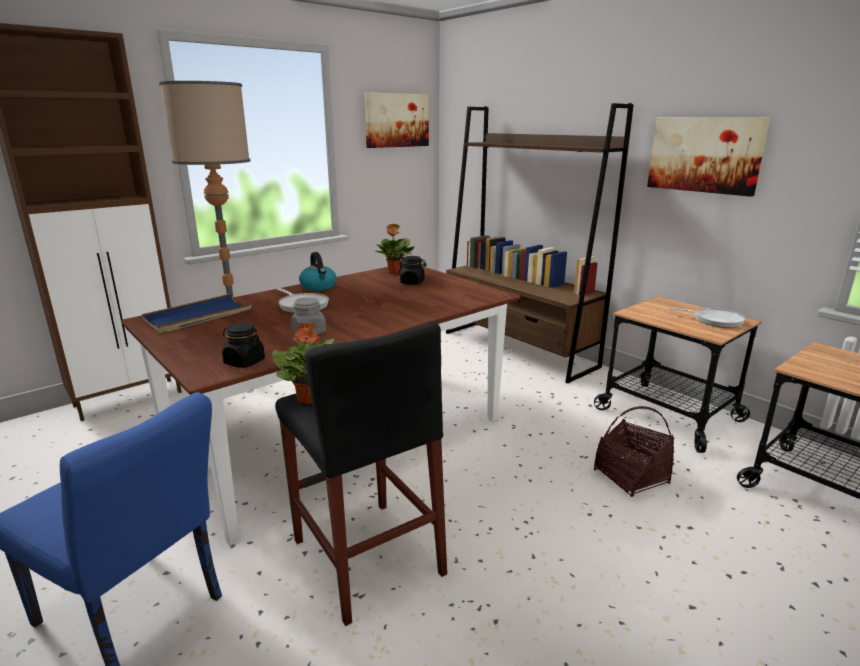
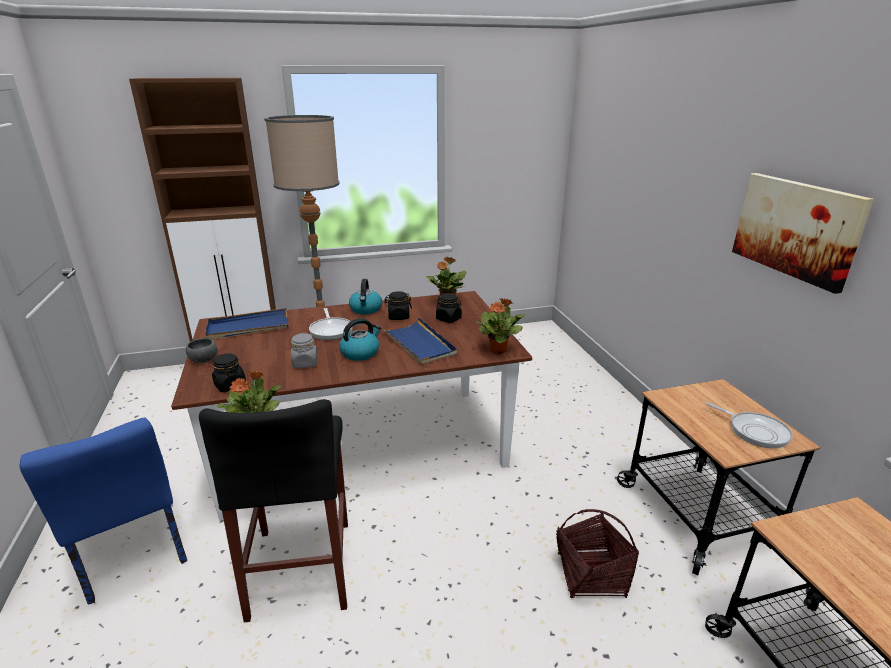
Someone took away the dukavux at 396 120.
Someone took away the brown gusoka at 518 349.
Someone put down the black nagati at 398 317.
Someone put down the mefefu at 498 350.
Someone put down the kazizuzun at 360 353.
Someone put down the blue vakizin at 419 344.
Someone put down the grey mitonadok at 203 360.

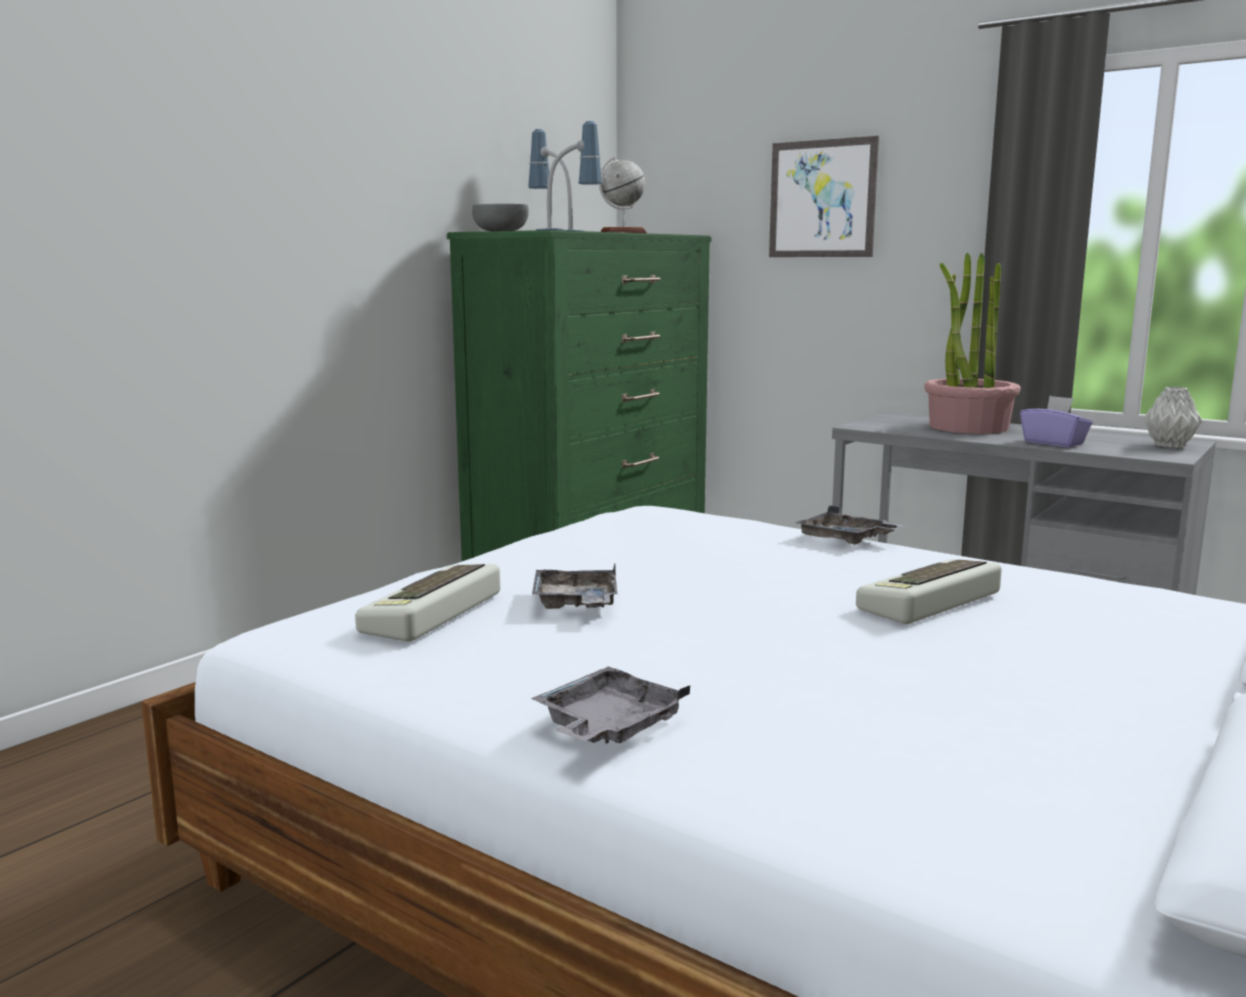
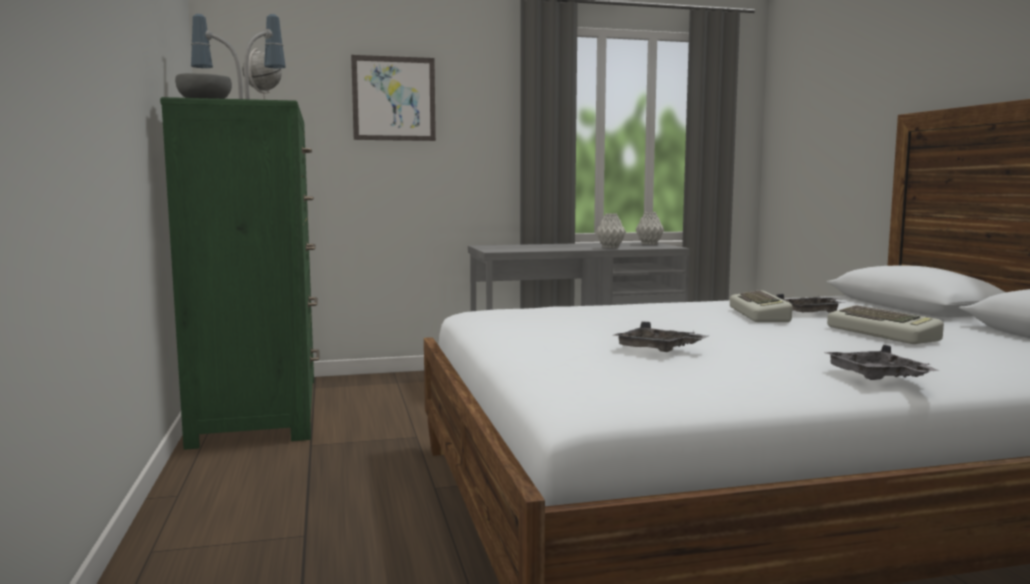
Someone took away the mefefu at 968 427.
Someone swapped the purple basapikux at 1053 443 for the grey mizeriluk at 609 247.
Someone carried the grey vakizin from 845 539 to 811 312.
Someone carried the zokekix from 435 614 to 884 333.

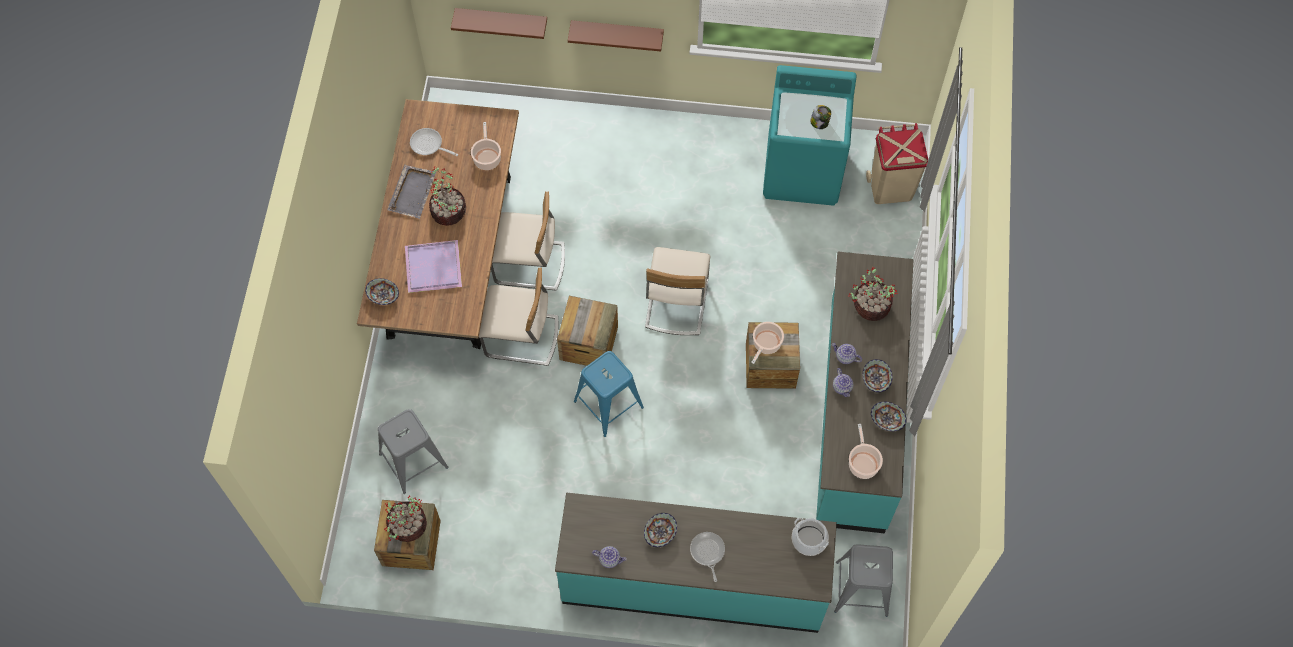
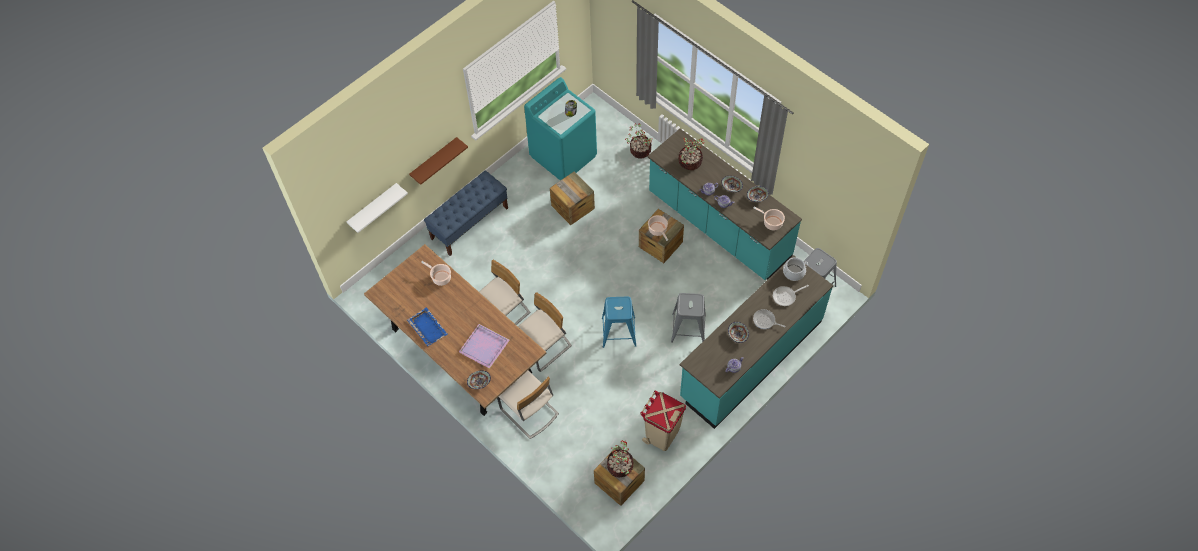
Someone repainted the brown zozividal at 502 21, which became the white zozividal at 373 207.
Someone carried the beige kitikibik from 890 188 to 661 434.
Someone carried the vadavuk from 429 145 to 786 296.
Someone repainted the grey vakizin at 412 192, which became the blue vakizin at 427 327.
Someone carried the mefefu from 448 211 to 639 150.
Someone carried the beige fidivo from 676 303 to 529 412.
Someone carried the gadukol from 588 343 to 573 207.
Someone carried the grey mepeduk from 413 460 to 688 328.
Someone put down the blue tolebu at 469 223.

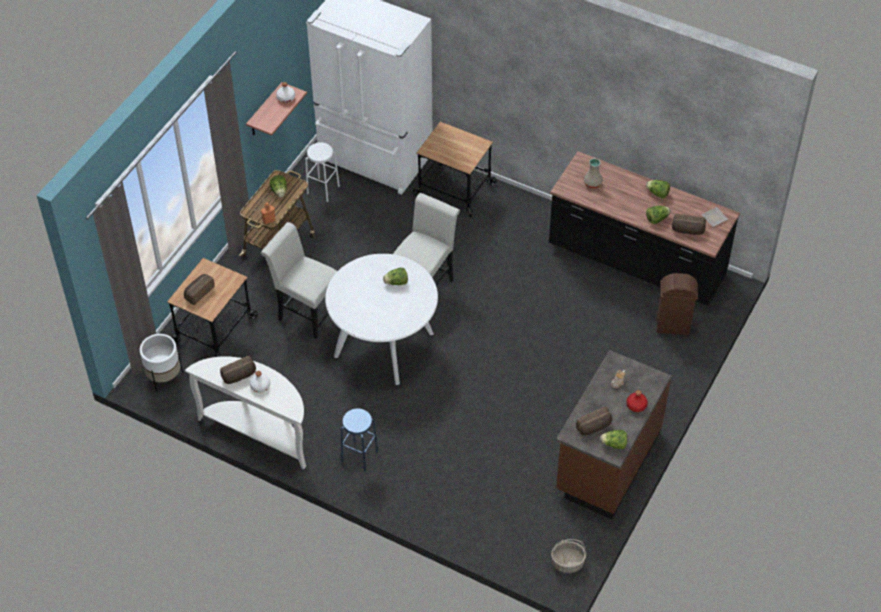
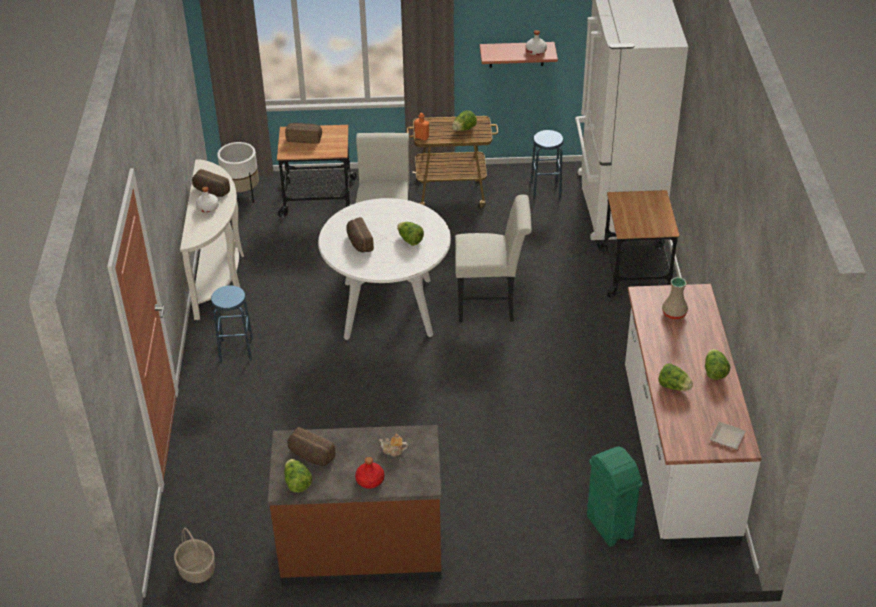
Someone repainted the white mepeduk at 323 189, which became the blue mepeduk at 545 190.
Someone repainted the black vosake at 636 262, which became the white vosake at 676 454.
Someone carried the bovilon from 687 230 to 358 242.
Someone repainted the brown kitikibik at 673 326, which became the green kitikibik at 609 527.

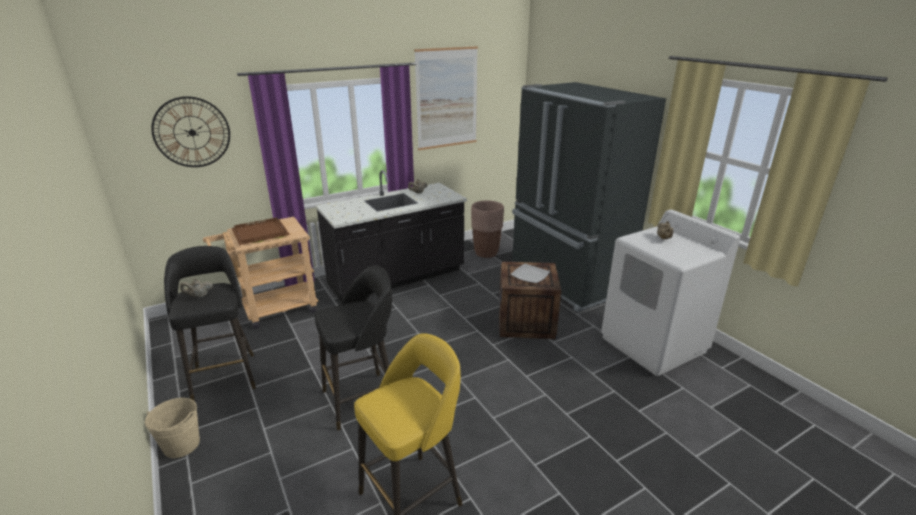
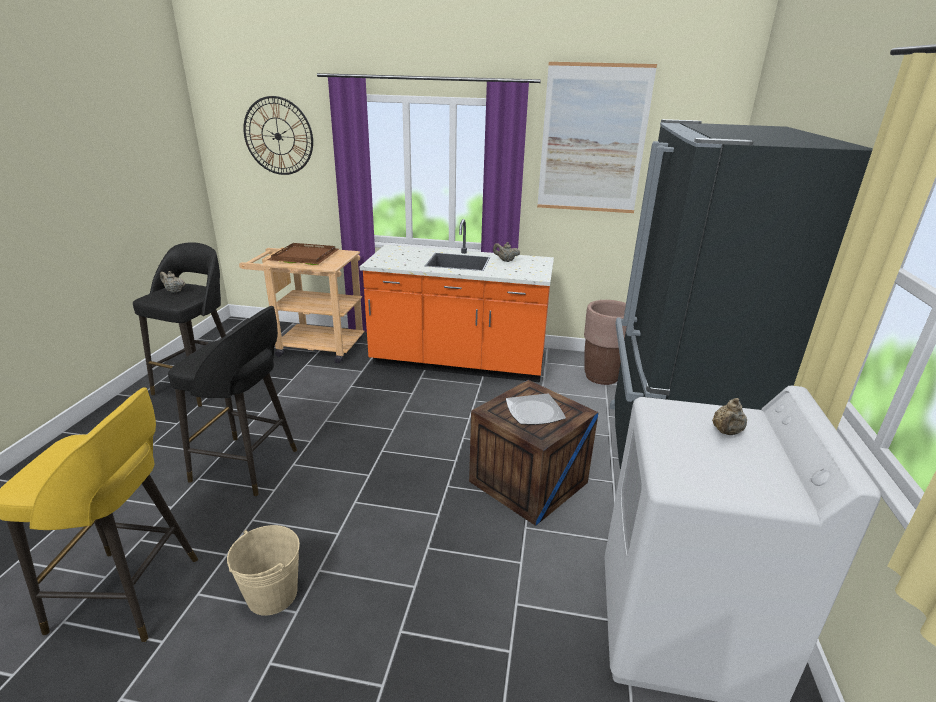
Someone repainted the black vosake at 397 278, which became the orange vosake at 458 363.
Someone carried the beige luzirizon from 181 445 to 272 594.

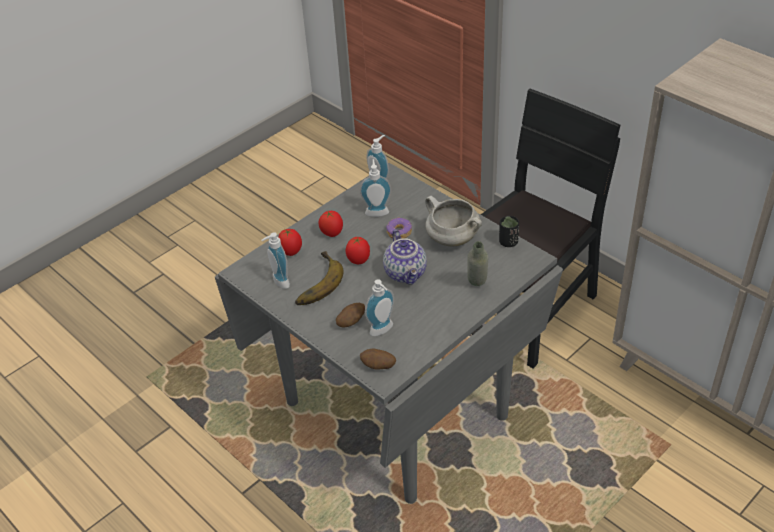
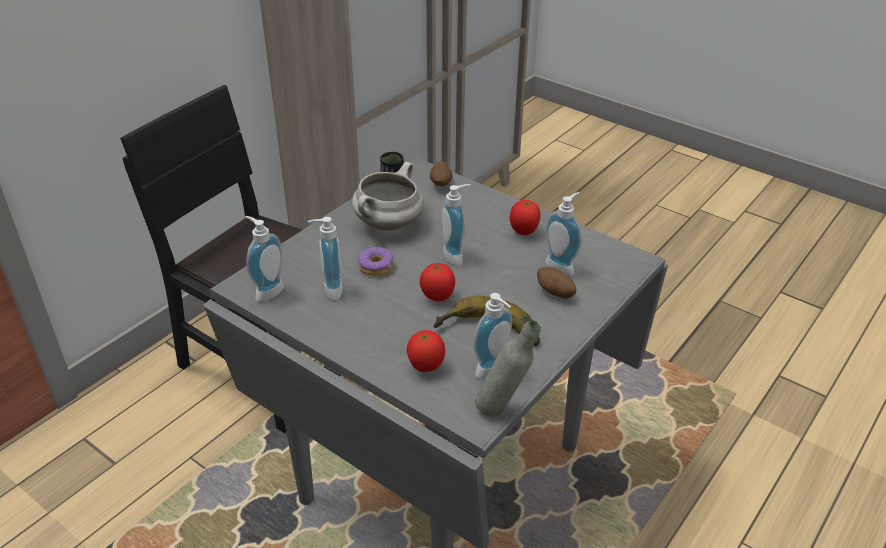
Someone carried the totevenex from 332 234 to 523 232.
Someone swapped the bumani at 406 273 for the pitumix at 456 255.
Someone carried the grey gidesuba from 477 288 to 503 409.
Someone carried the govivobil from 378 366 to 441 184.

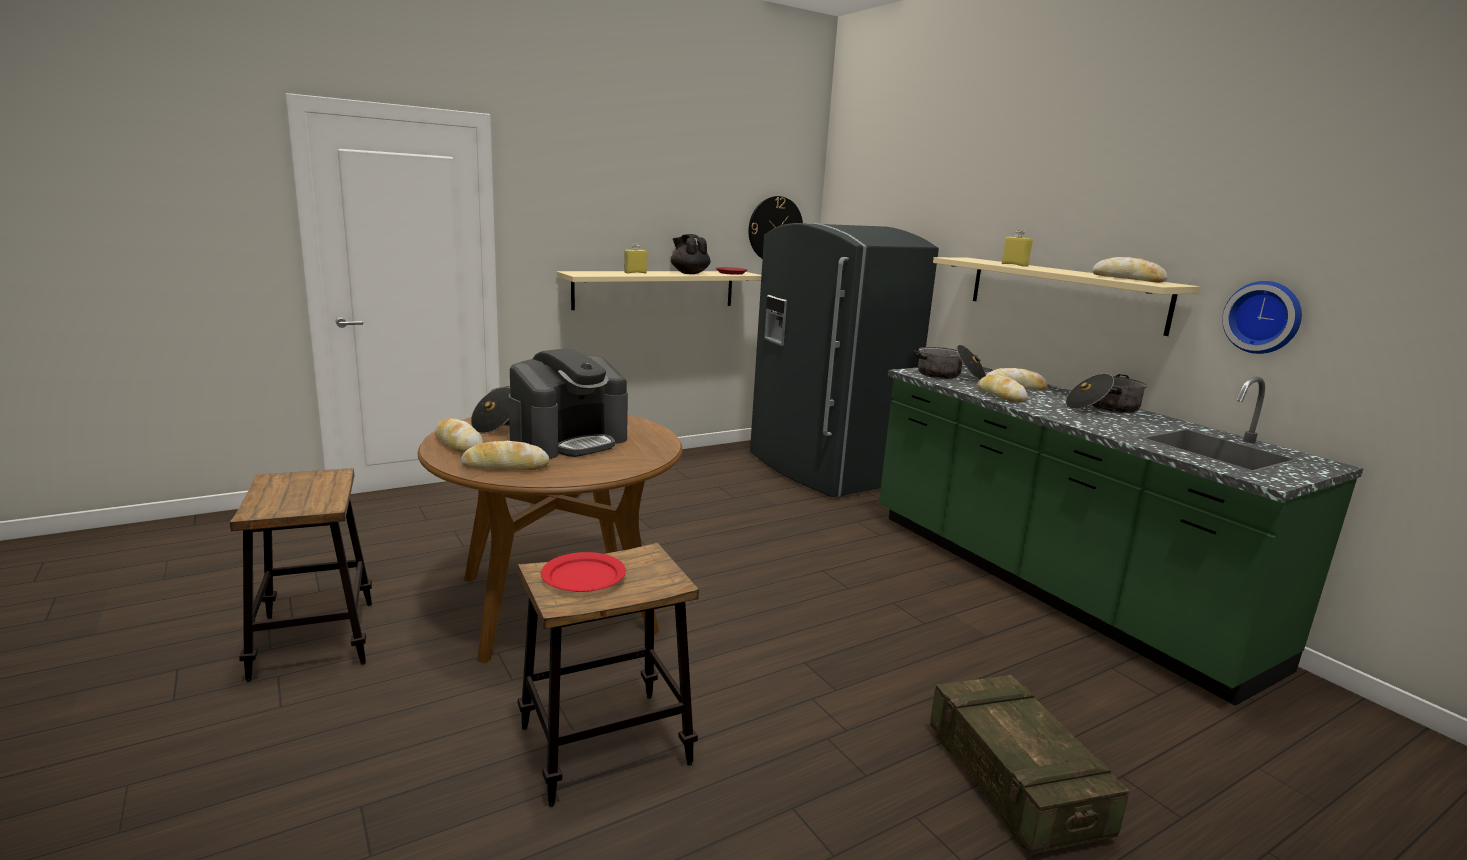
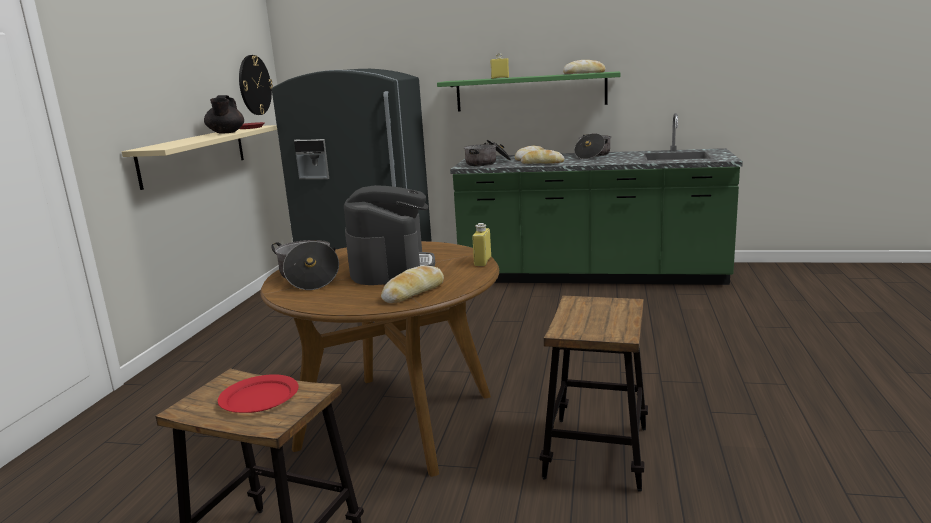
Someone rotated the black bumani at 689 273 by 105 degrees counterclockwise.
Someone carried the yellow gidesuba from 635 273 to 482 261.
Someone repainted the beige zozividal at 1063 293, which became the green zozividal at 530 92.
Someone took away the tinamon at 1264 317.
Someone took away the bovilon at 458 444.
Someone carried the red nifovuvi from 583 576 to 259 397.
Someone took away the gadukol at 1013 783.

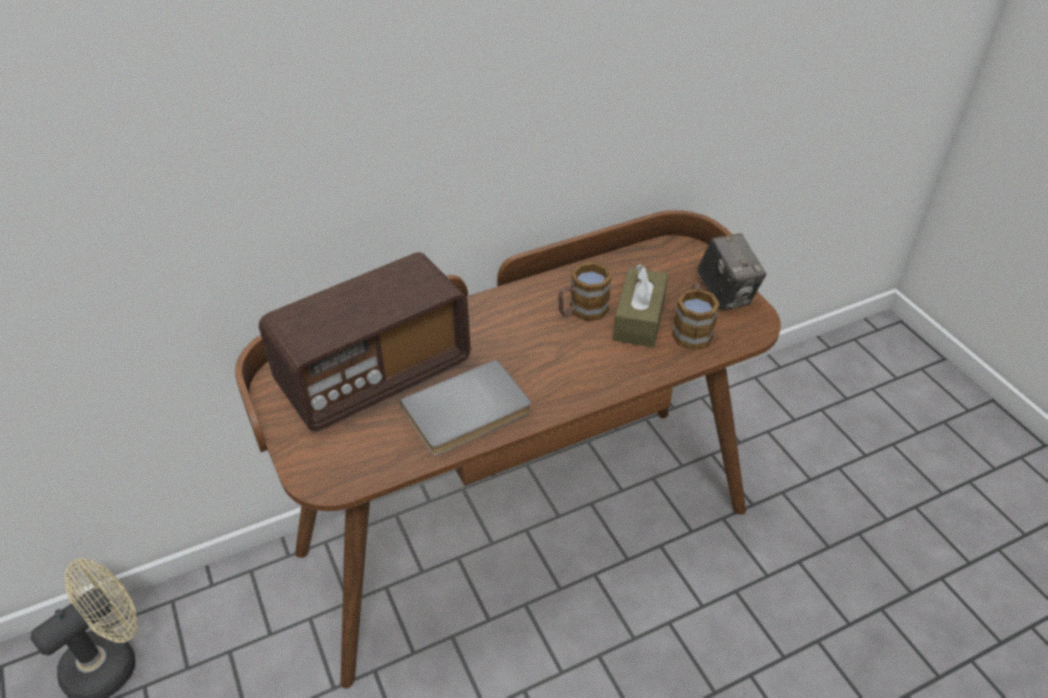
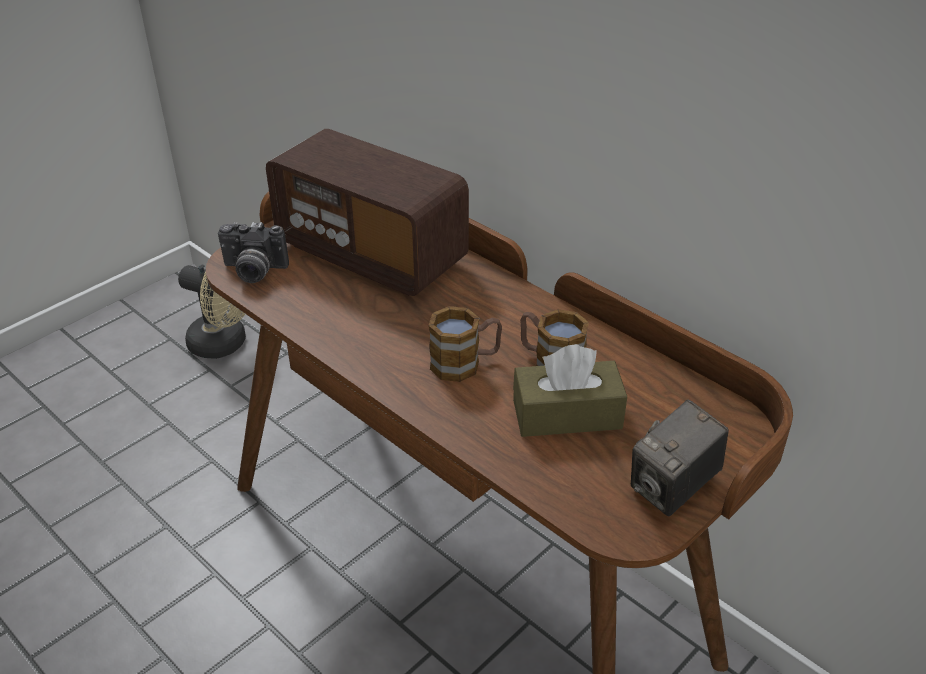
Someone carried the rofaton from 692 330 to 465 363.
Someone took away the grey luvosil at 468 413.
Someone put down the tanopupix at 253 271.

